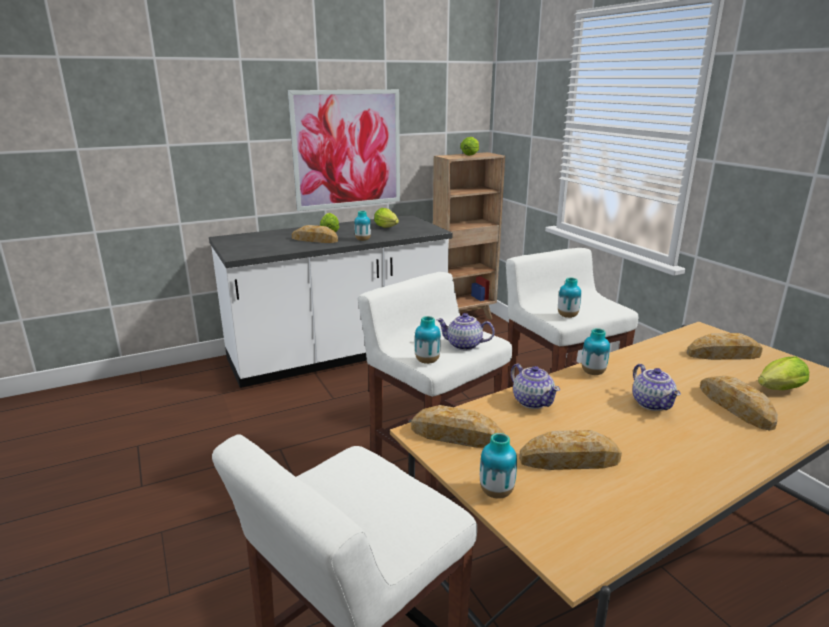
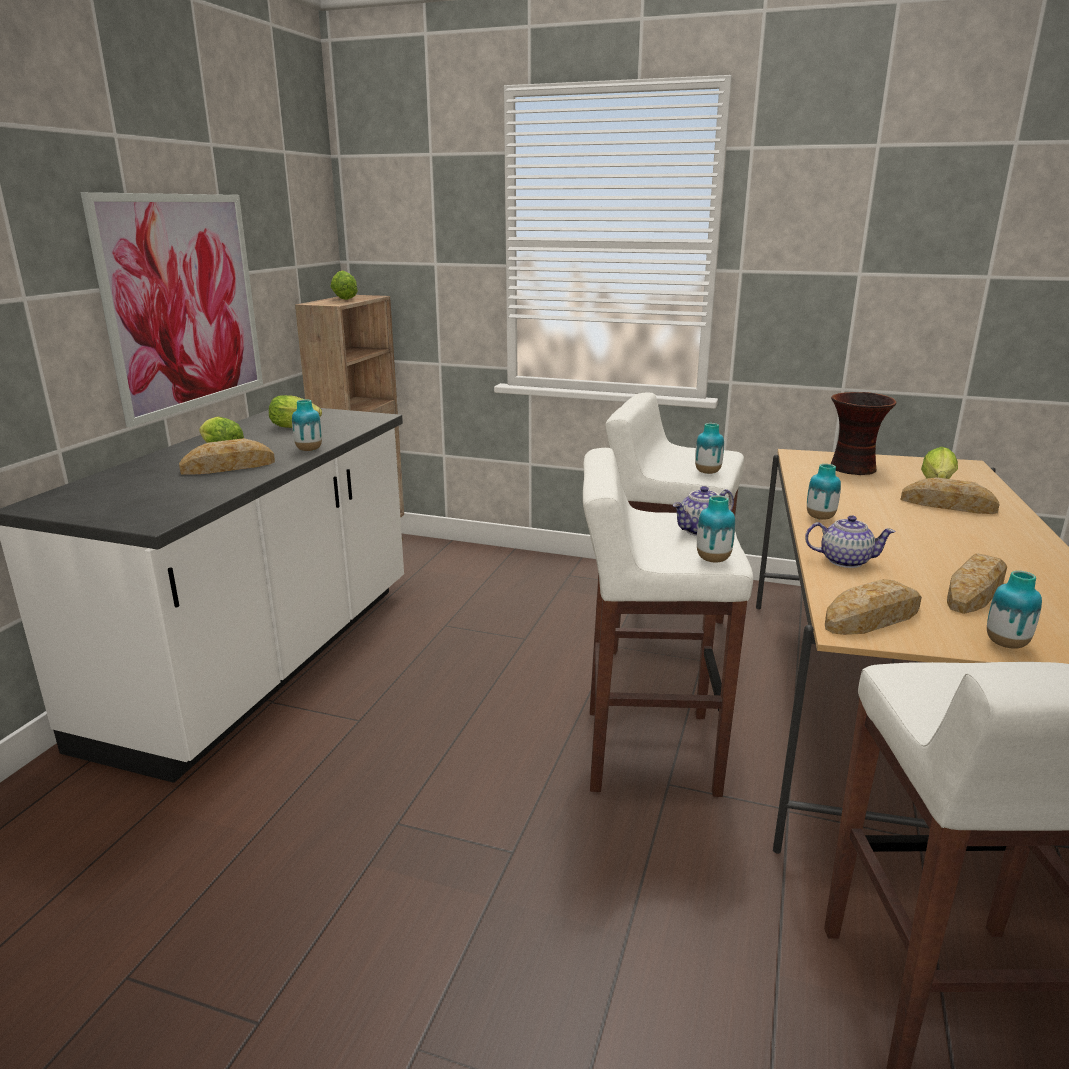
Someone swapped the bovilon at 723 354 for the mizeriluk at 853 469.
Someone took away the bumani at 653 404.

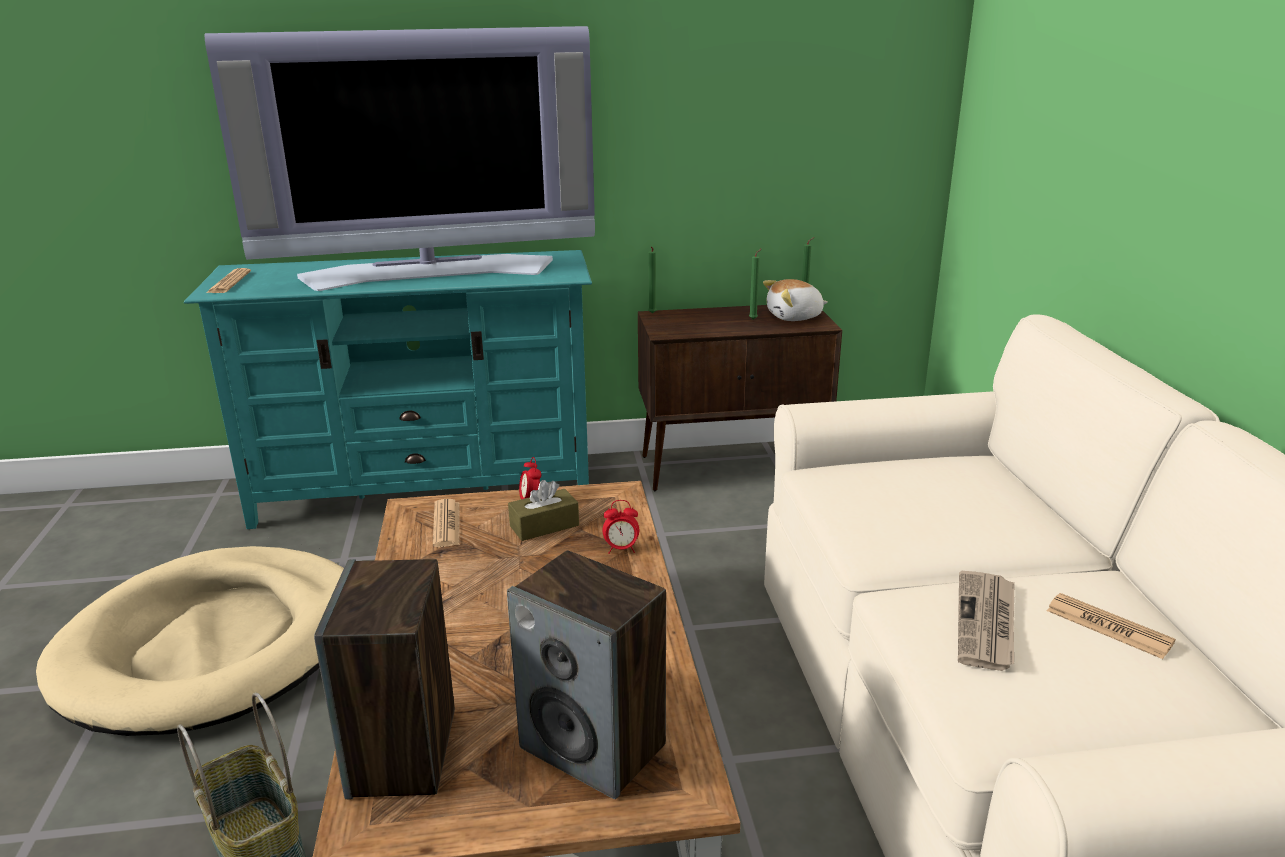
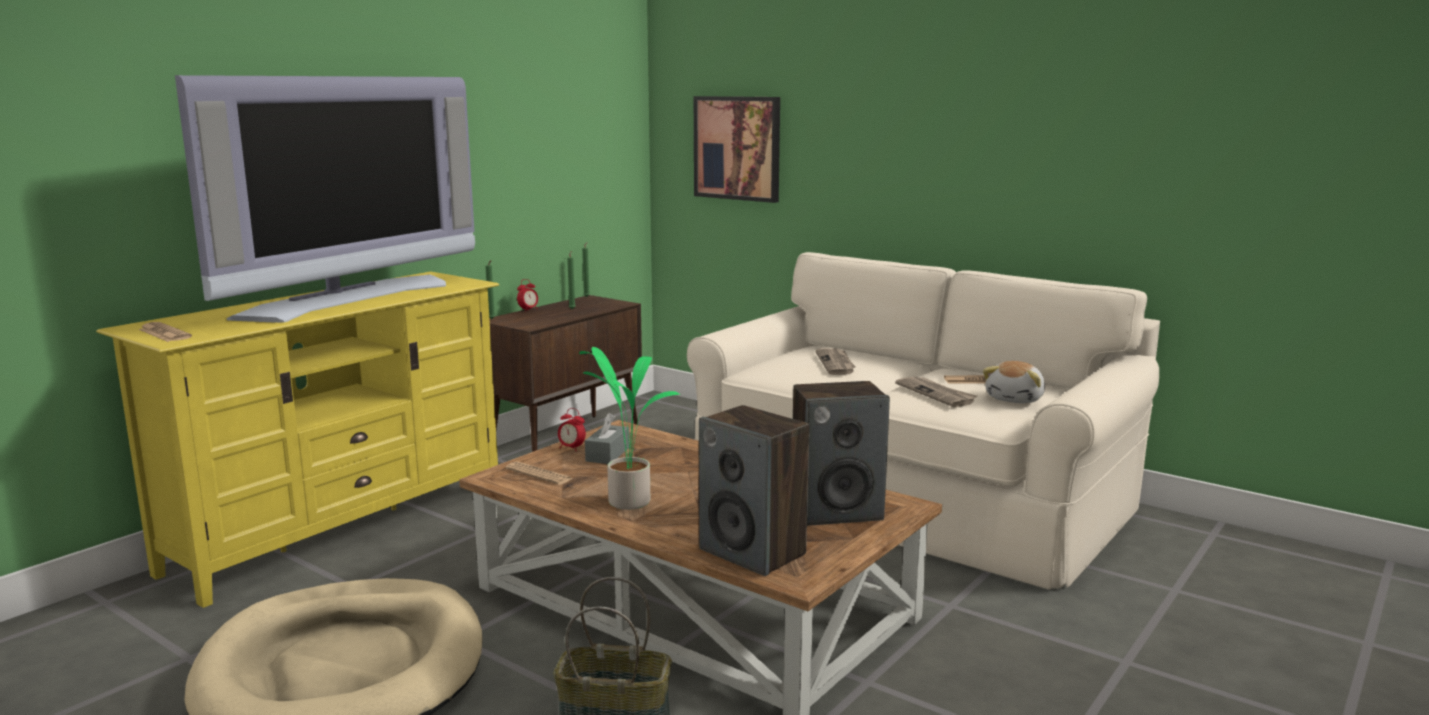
Someone repainted the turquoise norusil at 426 492, which became the yellow norusil at 341 528.
Someone carried the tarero from 794 317 to 1016 399.
Someone repainted the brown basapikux at 544 526, which became the grey basapikux at 608 454.
Someone carried the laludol from 621 549 to 528 310.
Someone put up the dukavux at 737 148.
Someone put down the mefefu at 628 501.
Someone put down the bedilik at 836 363.

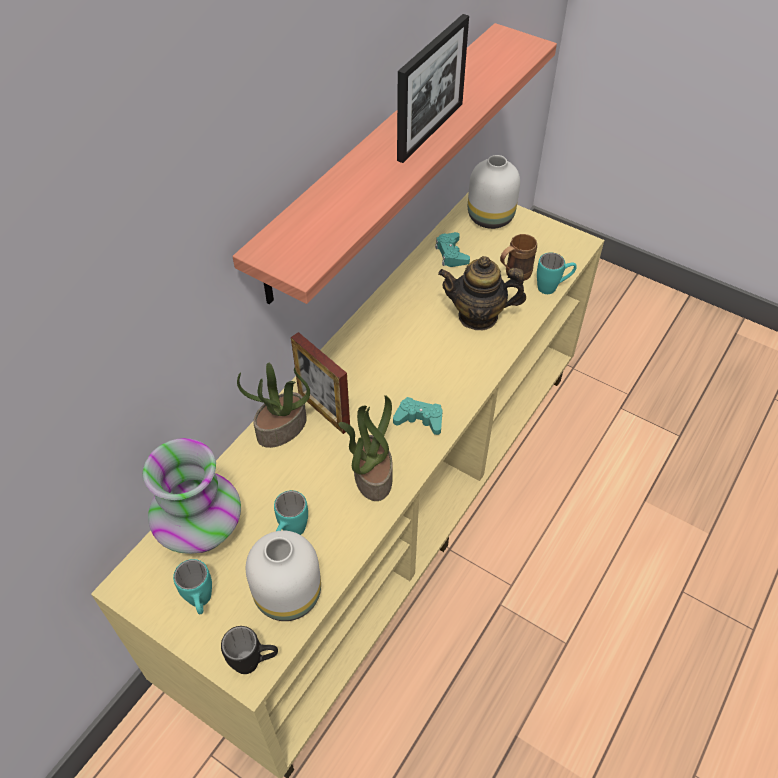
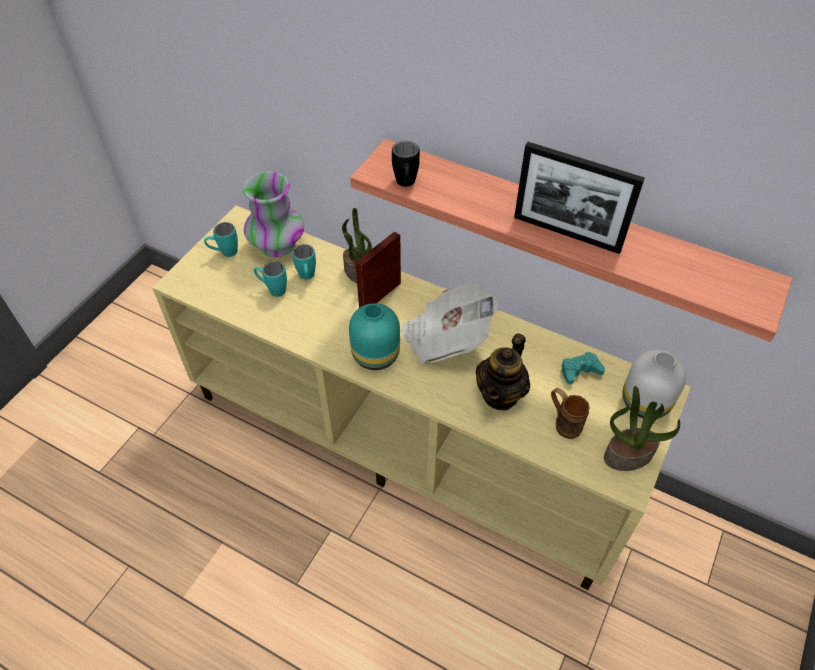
Someone carried the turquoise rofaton from 552 287 to 307 278.
Someone rotated the bumani at 478 316 by 150 degrees counterclockwise.
Someone carried the mefefu from 372 475 to 628 454.
Someone swapped the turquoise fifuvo at 419 419 for the turquoise mizeriluk at 376 356.
Someone took away the white mizeriluk at 286 594.
Someone carried the black rofaton from 255 662 to 406 185.
Someone put down the bedilik at 446 338.

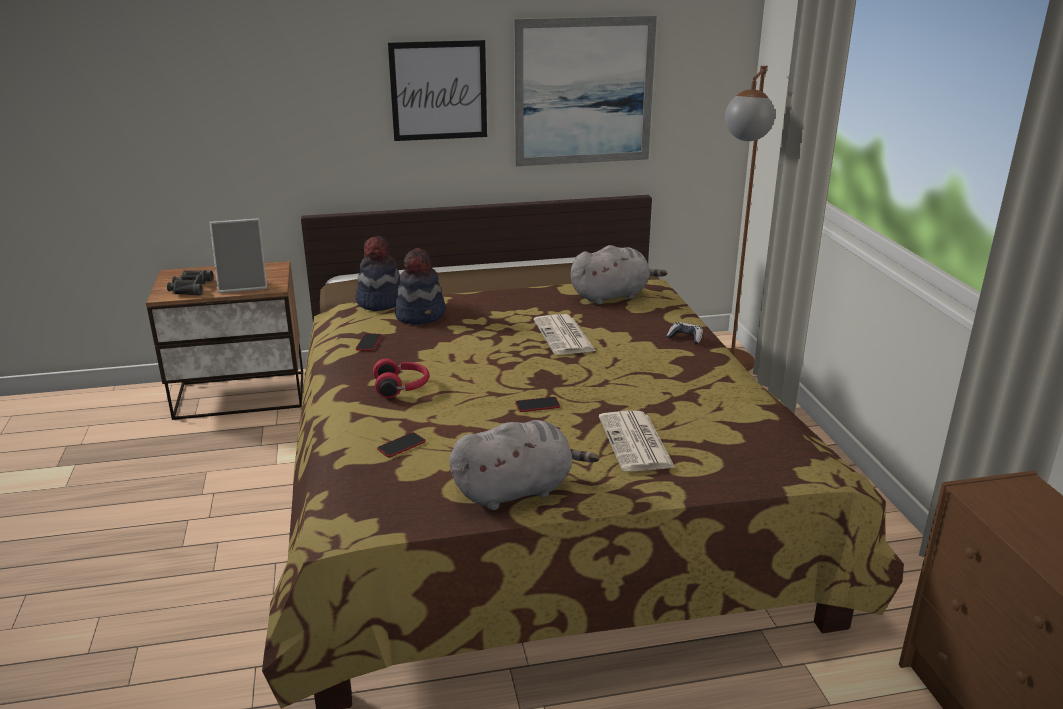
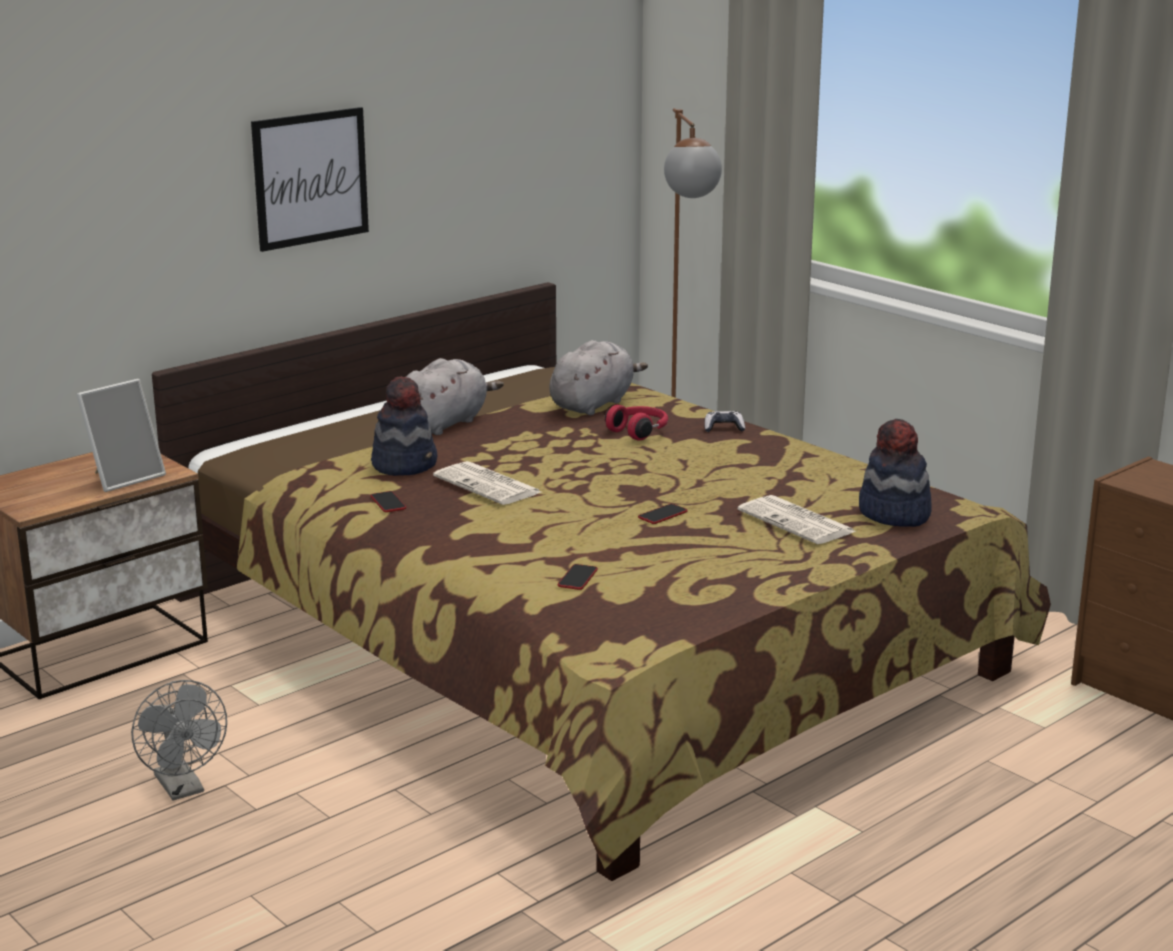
Someone took away the dukavux at 583 91.
Someone carried the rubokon from 380 301 to 894 514.
Someone took away the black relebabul at 190 288.
Someone carried the bedilik from 565 336 to 489 485.
Someone carried the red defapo from 402 388 to 639 432.
Someone carried the grey tarero from 517 490 to 444 424.
Someone put down the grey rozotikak at 183 789.

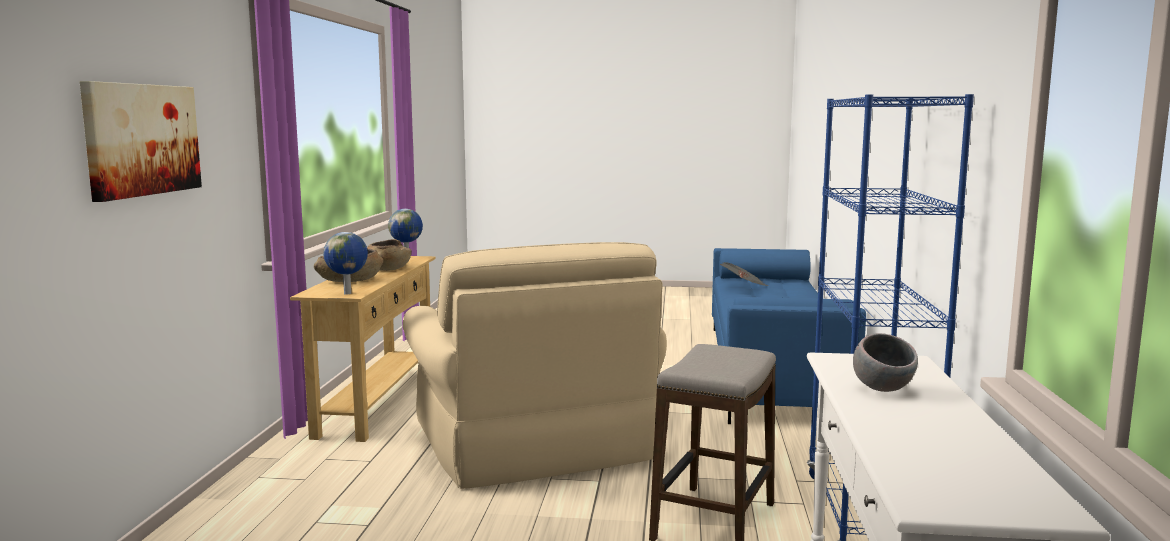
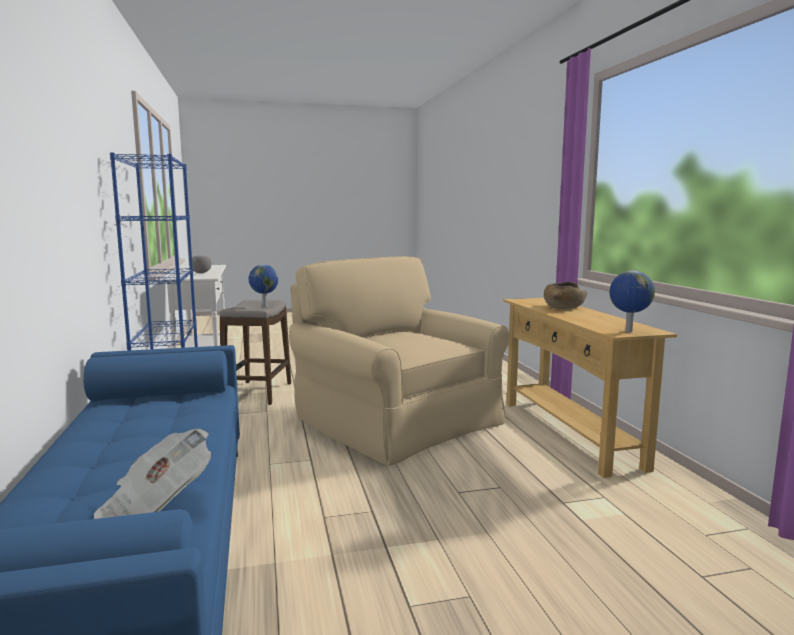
Someone took away the dukavux at 142 139.
Someone carried the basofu from 348 293 to 264 307.
Someone took away the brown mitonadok at 388 268.

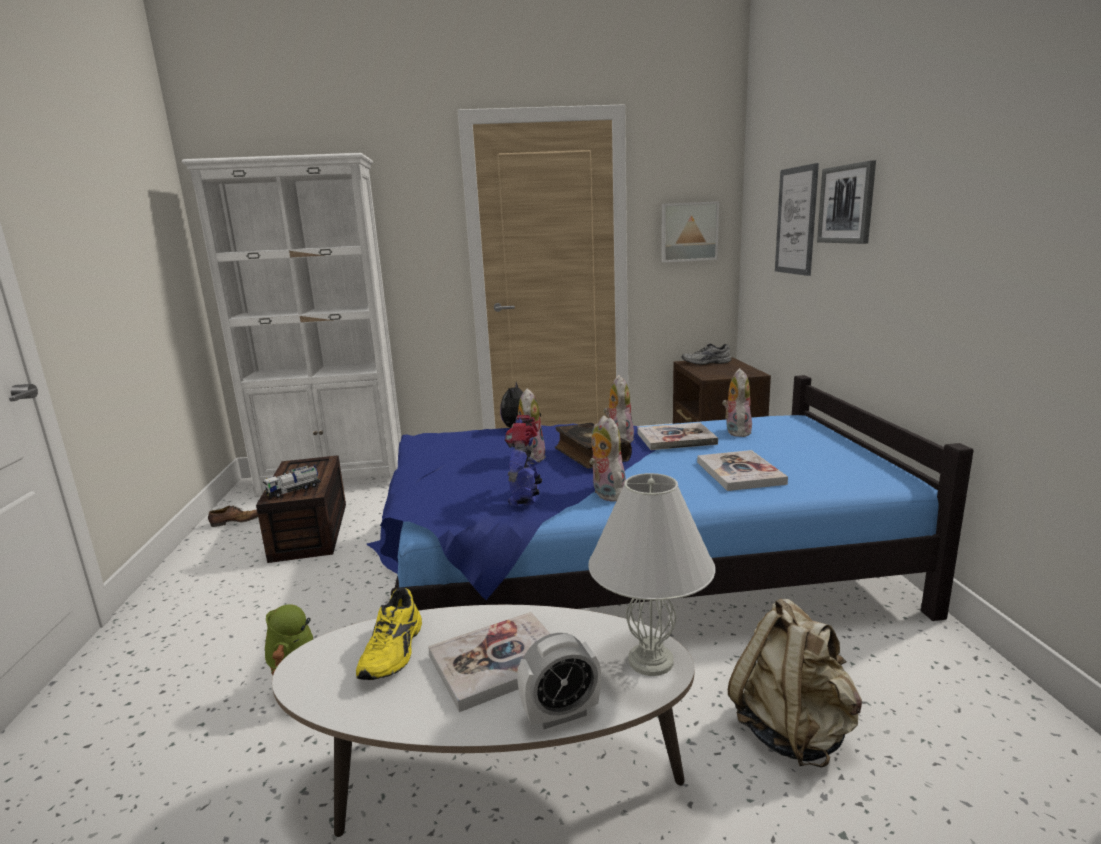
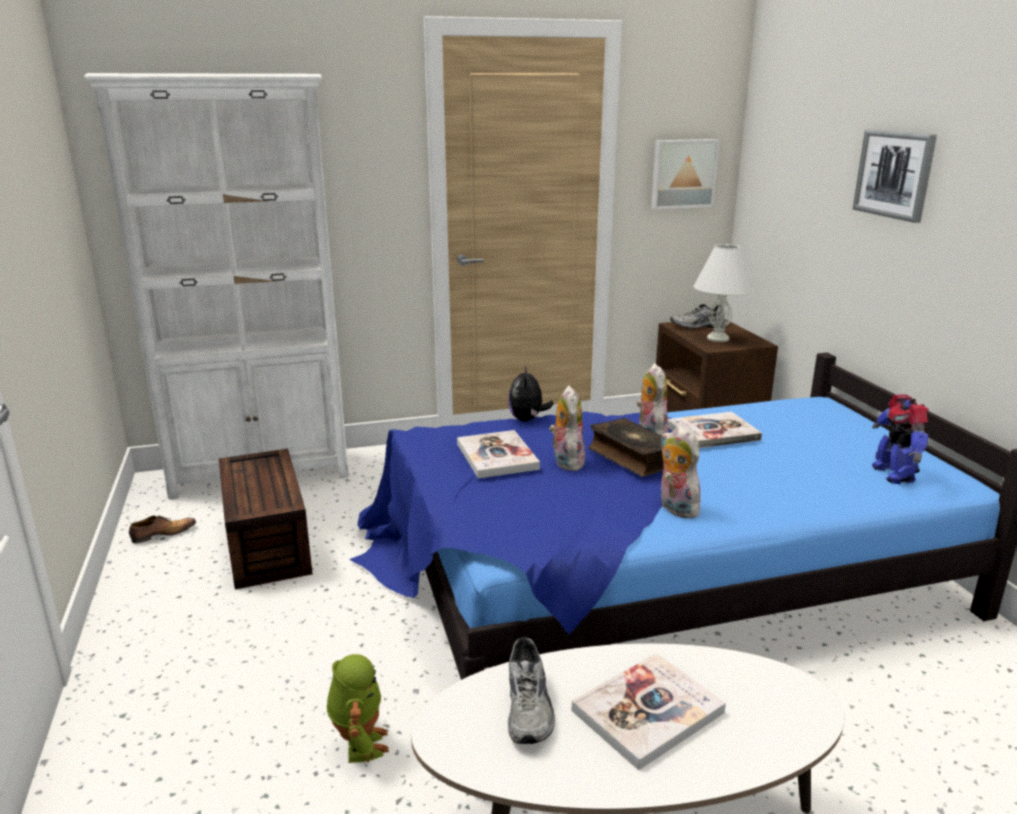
Someone took away the dukavux at 796 221.
Someone took away the tarero at 736 431.
Someone carried the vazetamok from 525 496 to 893 474.
Someone carried the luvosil from 740 473 to 497 456.
Someone took away the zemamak at 294 490.
Someone carried the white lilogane from 650 660 to 717 338.
Someone repainted the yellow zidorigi at 395 651, which became the grey zidorigi at 531 707.
Someone took away the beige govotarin at 792 730.
Someone took away the laludol at 561 714.

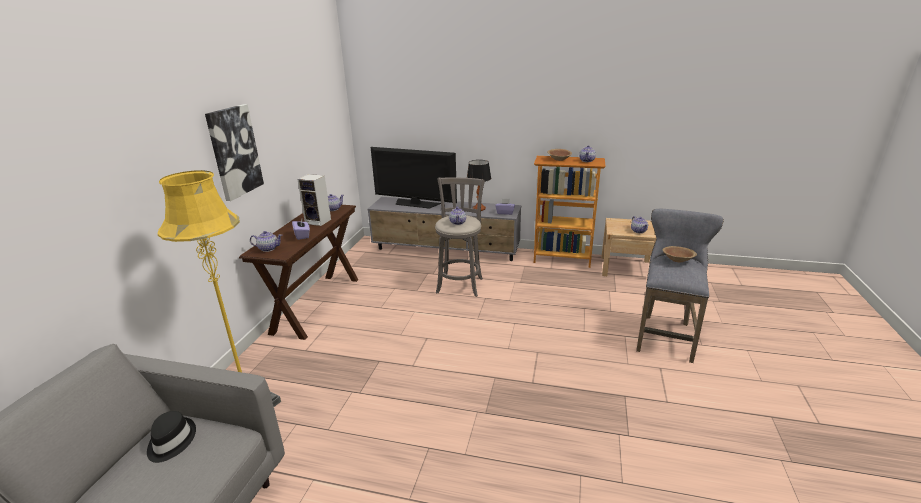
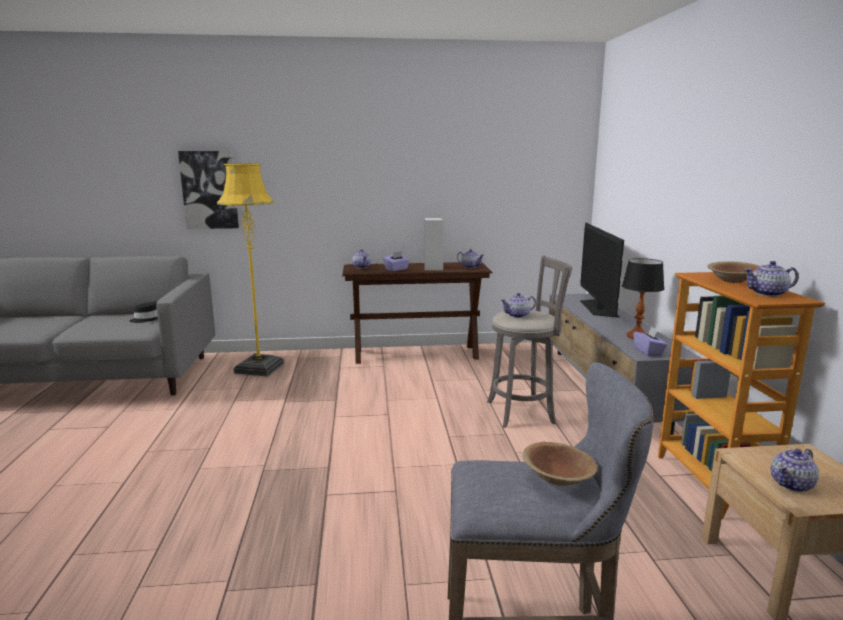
Someone carried the dukavux from 234 151 to 209 190.

